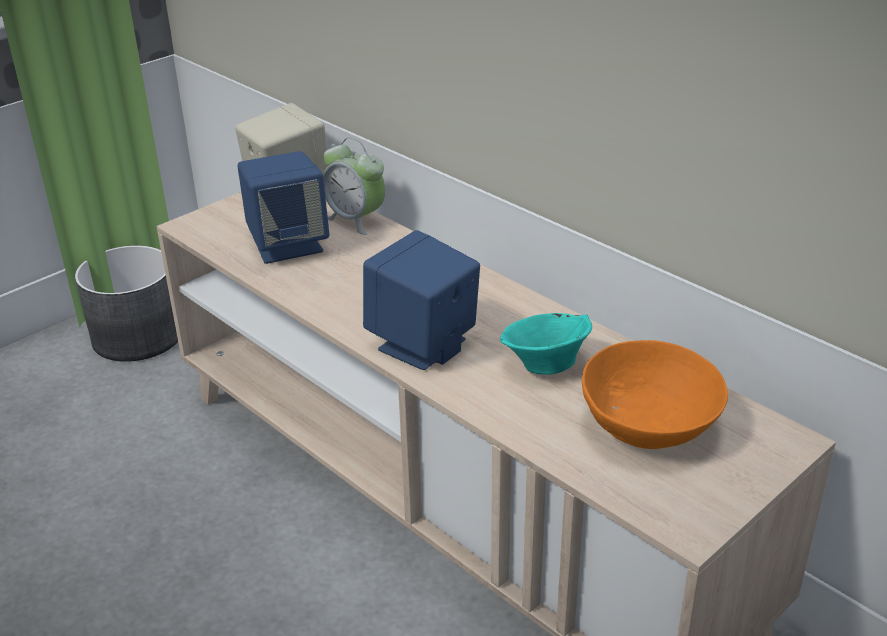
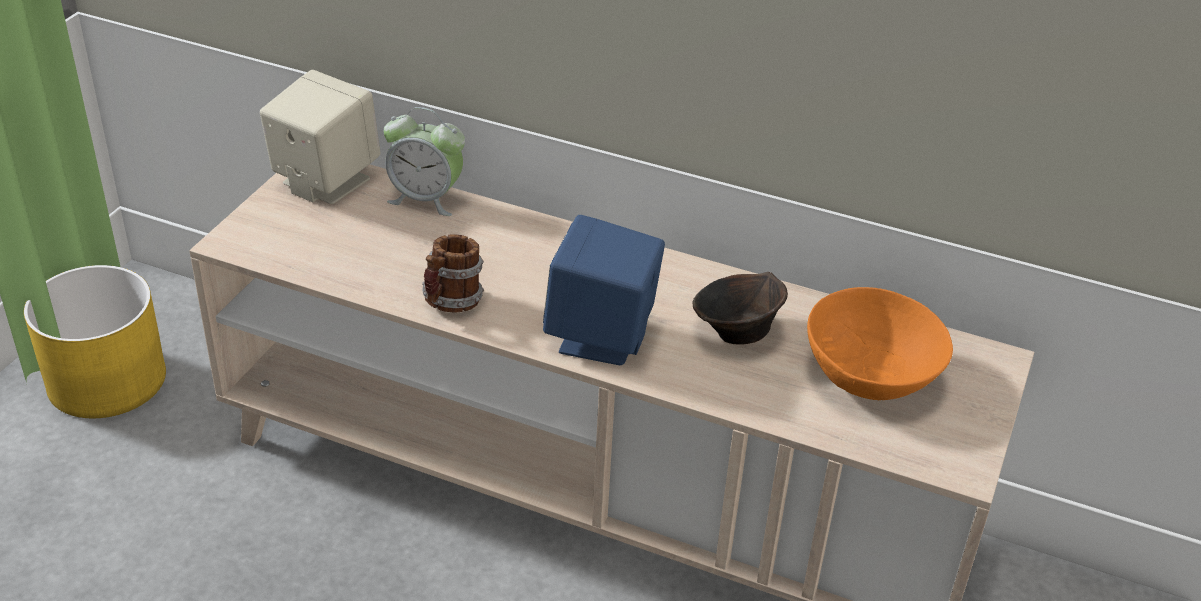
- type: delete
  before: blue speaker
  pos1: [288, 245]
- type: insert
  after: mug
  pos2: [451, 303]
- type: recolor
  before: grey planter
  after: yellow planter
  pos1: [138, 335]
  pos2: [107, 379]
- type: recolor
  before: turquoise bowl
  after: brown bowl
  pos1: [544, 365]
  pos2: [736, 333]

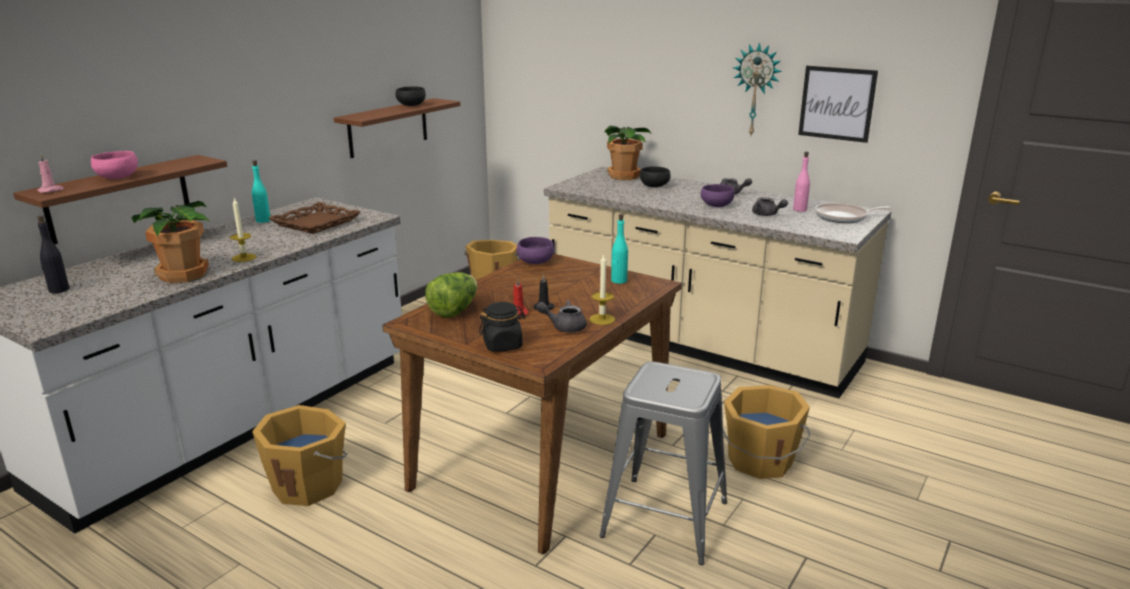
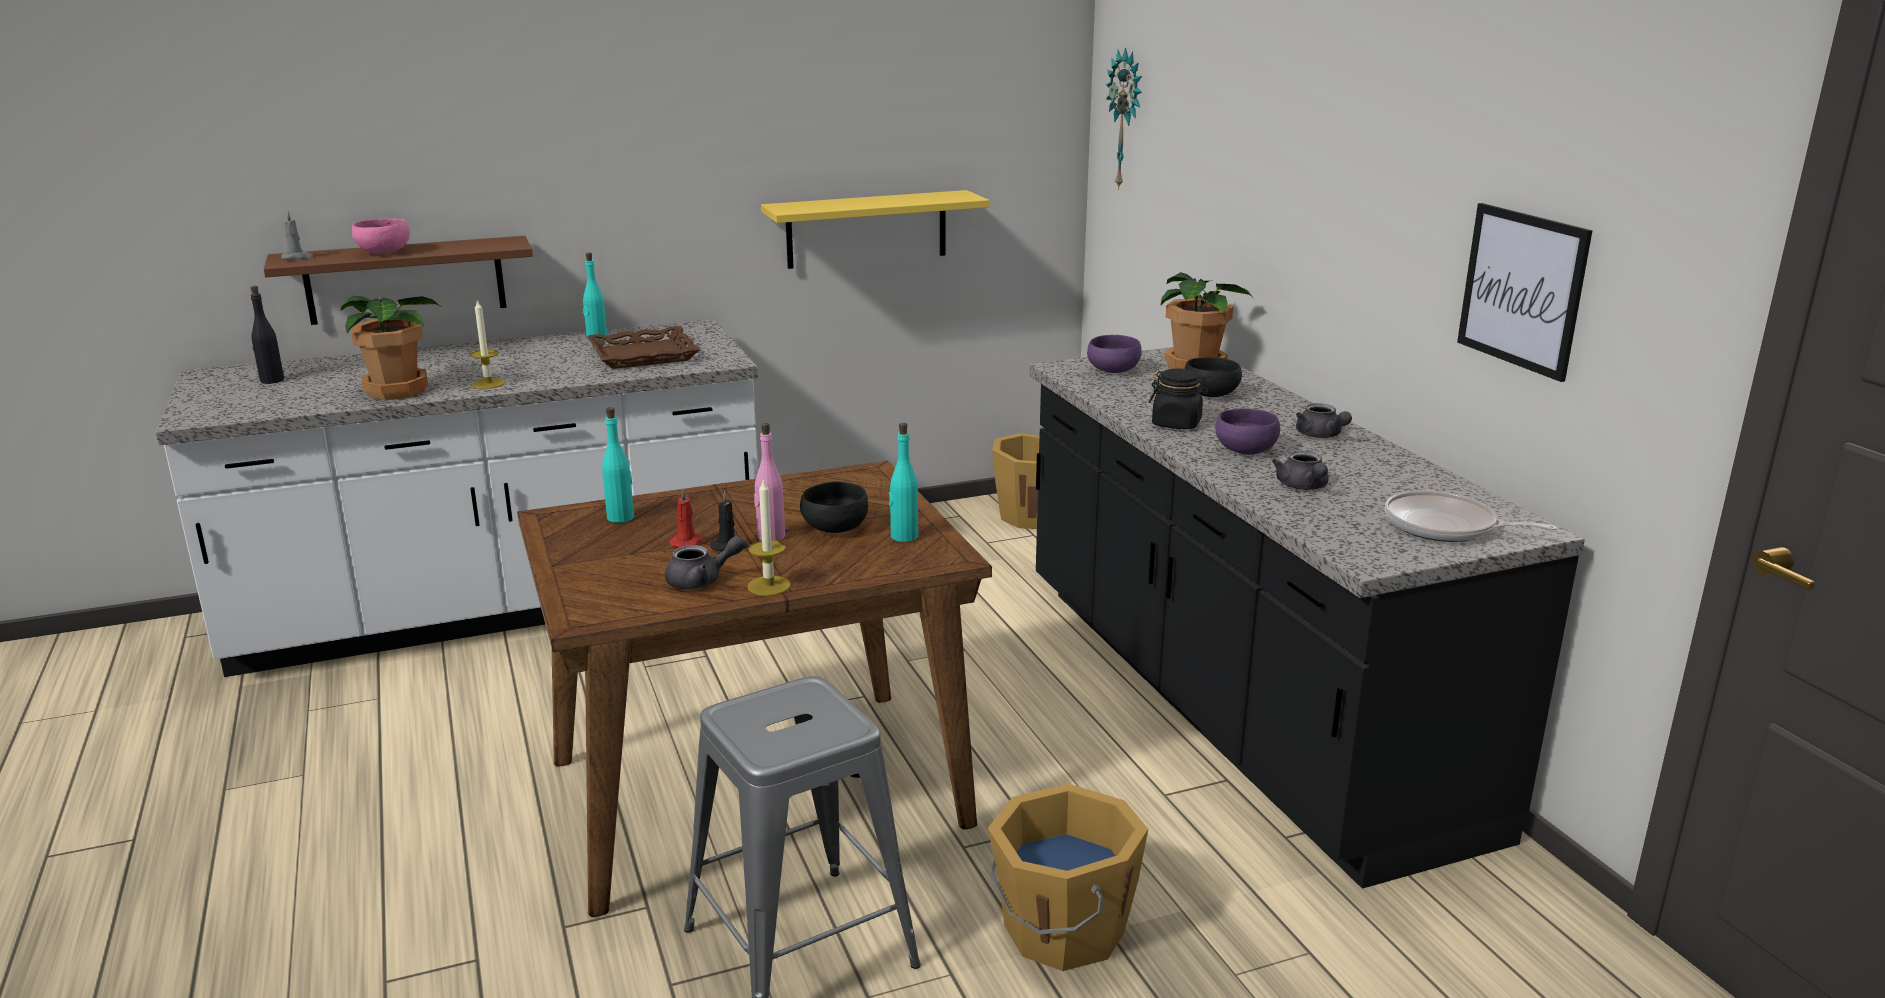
- type: delete
  before: orange bucket
  pos1: [309, 485]
- type: move
  before: black bowl
  pos1: [411, 105]
  pos2: [834, 529]
- type: move
  before: black jar
  pos1: [503, 345]
  pos2: [1177, 424]
- type: move
  before: purple bowl
  pos1: [536, 262]
  pos2: [1113, 371]
- type: move
  before: wall clock
  pos1: [756, 90]
  pos2: [1127, 119]
- type: move
  before: pink bottle
  pos1: [799, 210]
  pos2: [770, 537]
- type: replace
  before: lettuce
  after: turquoise bottle
  pos1: [454, 311]
  pos2: [621, 517]
- type: recolor
  before: pink candle
  after: grey candle
  pos1: [51, 190]
  pos2: [297, 258]
- type: recolor
  before: brown shelf
  after: yellow shelf
  pos1: [388, 127]
  pos2: [867, 229]
- type: recolor
  before: beige counter
  after: black counter
  pos1: [699, 343]
  pos2: [1235, 704]
- type: rotate
  before: grey teapot
  pos1: [564, 327]
  pos2: [702, 581]
  turn: 120

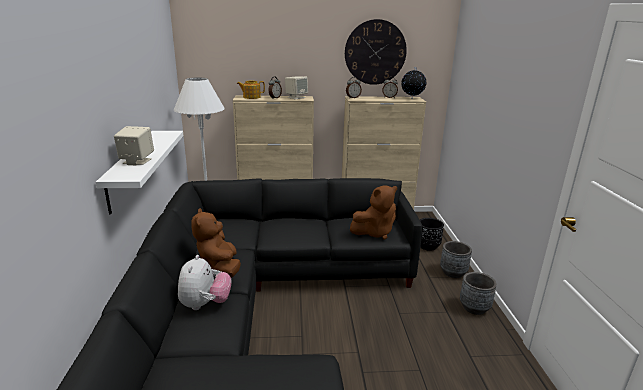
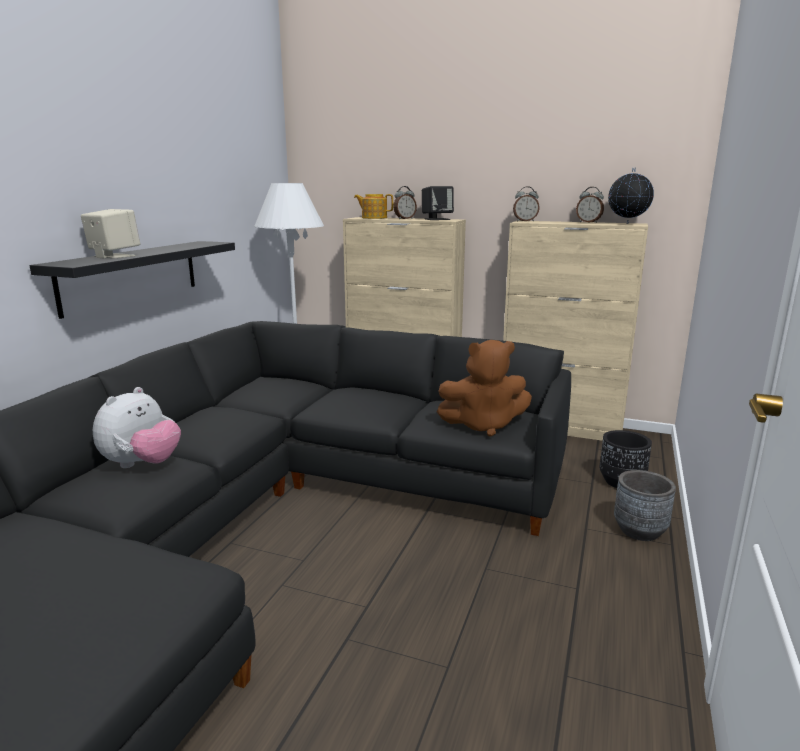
- type: delete
  before: brown plush toy
  pos1: [219, 269]
- type: delete
  before: wall clock
  pos1: [375, 52]
- type: delete
  before: grey planter
  pos1: [474, 307]
- type: recolor
  before: white shelf
  after: black shelf
  pos1: [131, 169]
  pos2: [131, 276]
- type: recolor
  before: beige speaker
  after: black speaker
  pos1: [296, 97]
  pos2: [437, 219]

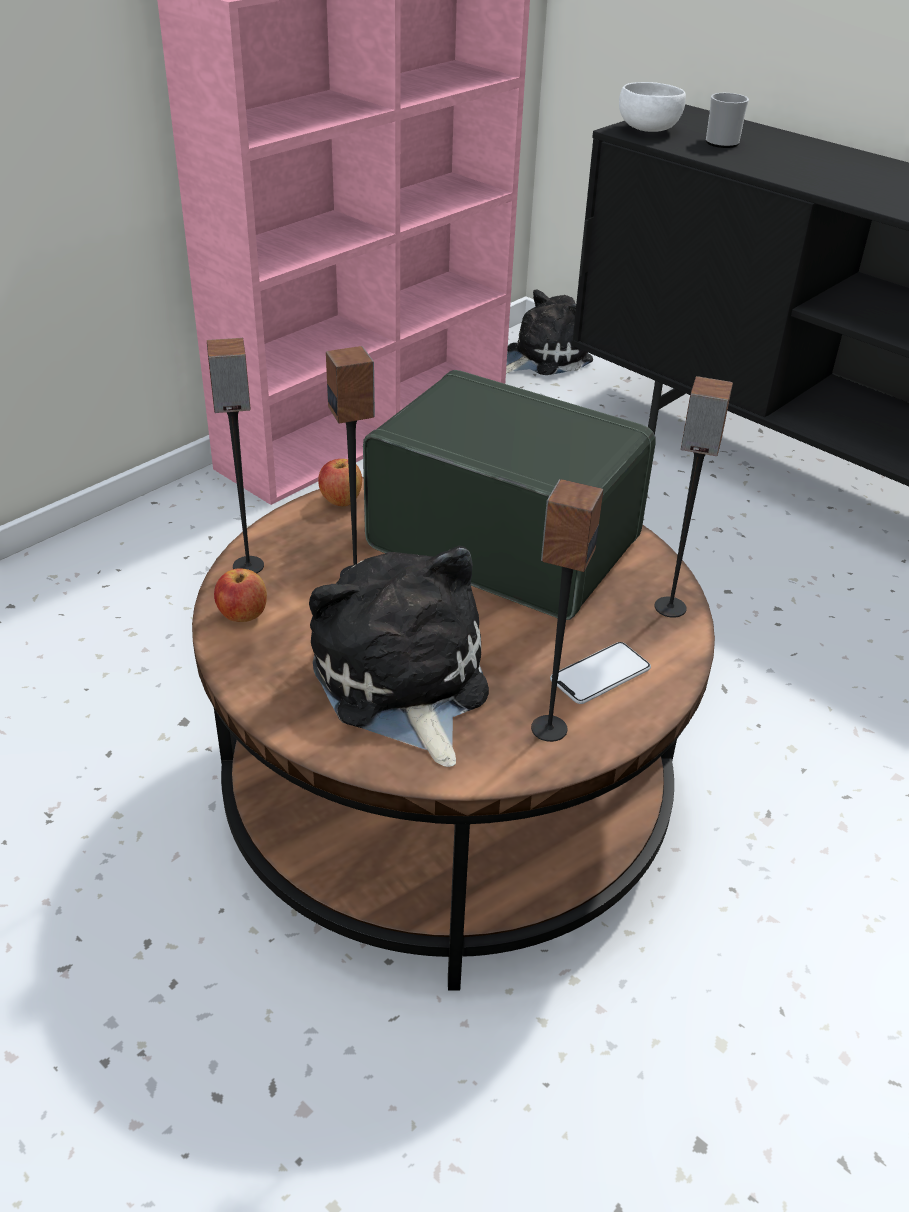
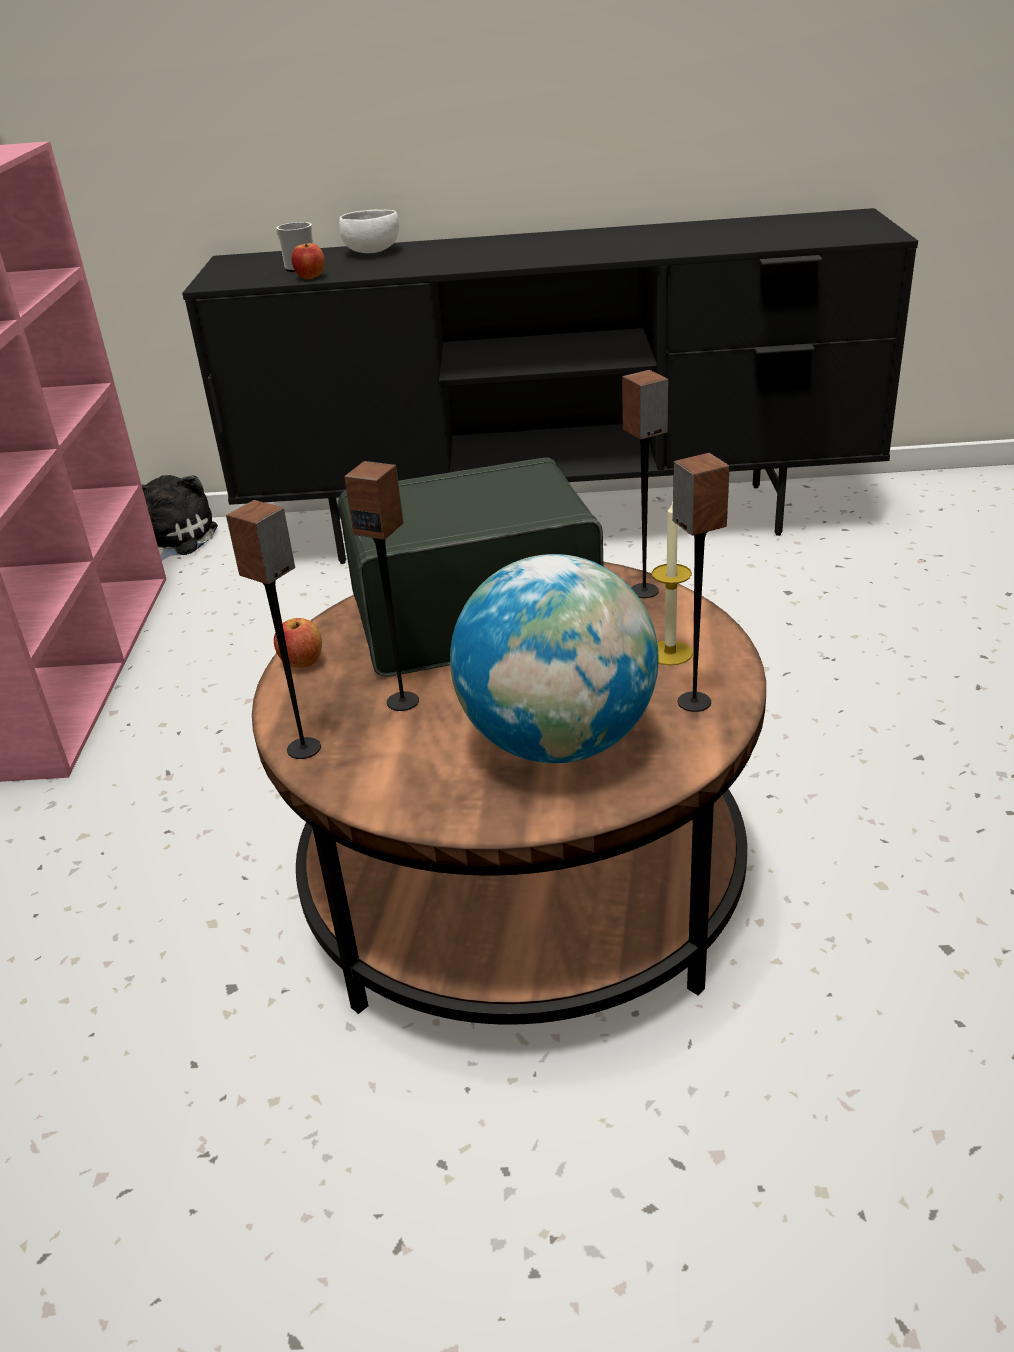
- type: move
  before: apple
  pos1: [242, 616]
  pos2: [311, 277]
- type: move
  before: white bowl
  pos1: [648, 130]
  pos2: [372, 252]
- type: replace
  before: plush toy
  after: globe
  pos1: [402, 683]
  pos2: [558, 742]
- type: replace
  before: phone
  after: candle
  pos1: [600, 674]
  pos2: [670, 653]

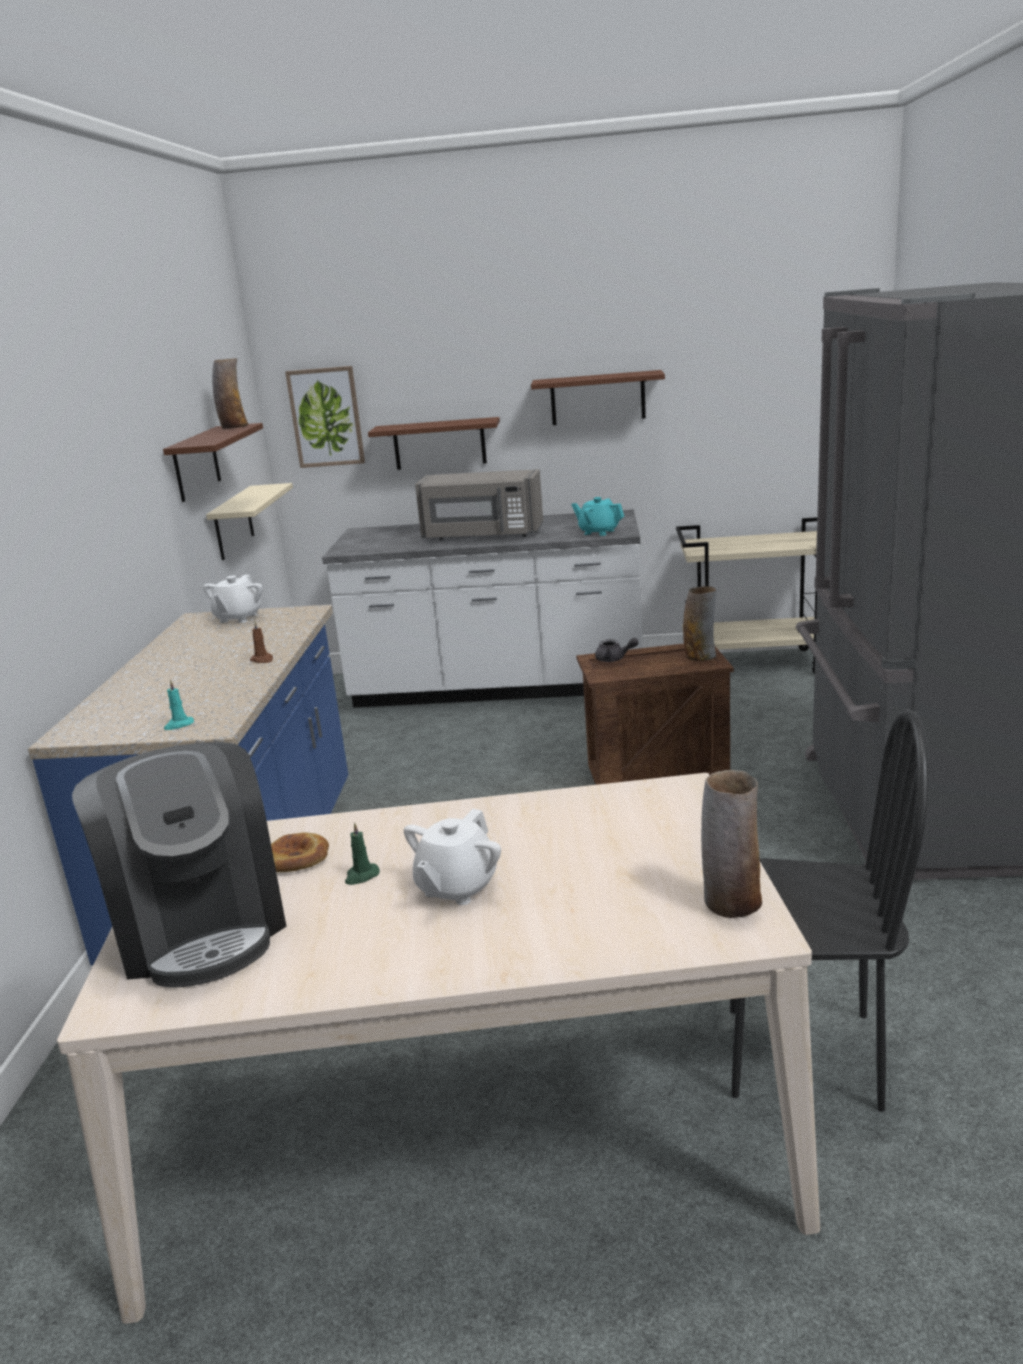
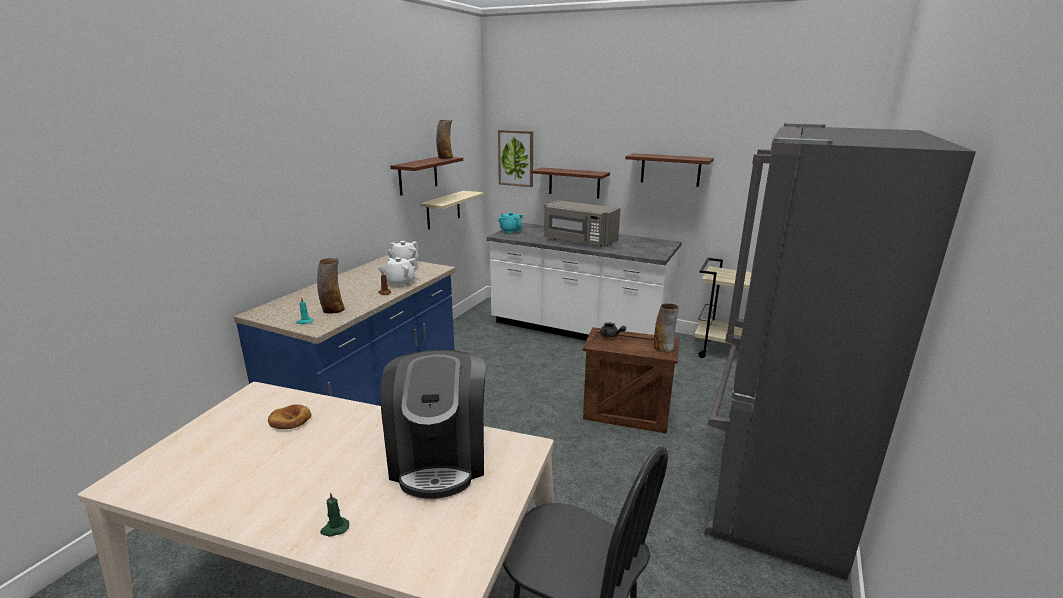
- type: move
  before: coffee machine
  pos1: [200, 927]
  pos2: [439, 458]
- type: move
  before: green candle
  pos1: [361, 876]
  pos2: [334, 528]
- type: move
  before: white teapot
  pos1: [456, 887]
  pos2: [399, 283]
- type: move
  before: turquoise teapot
  pos1: [598, 532]
  pos2: [510, 231]
- type: move
  before: vase
  pos1: [731, 903]
  pos2: [333, 310]

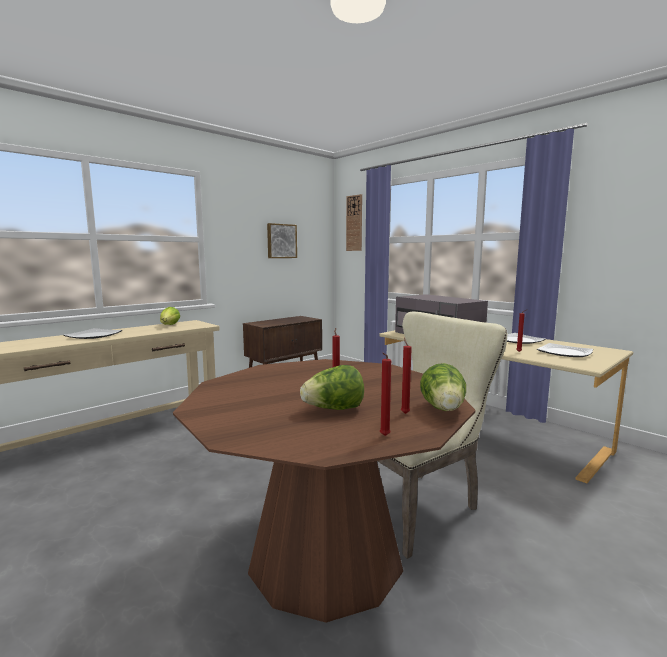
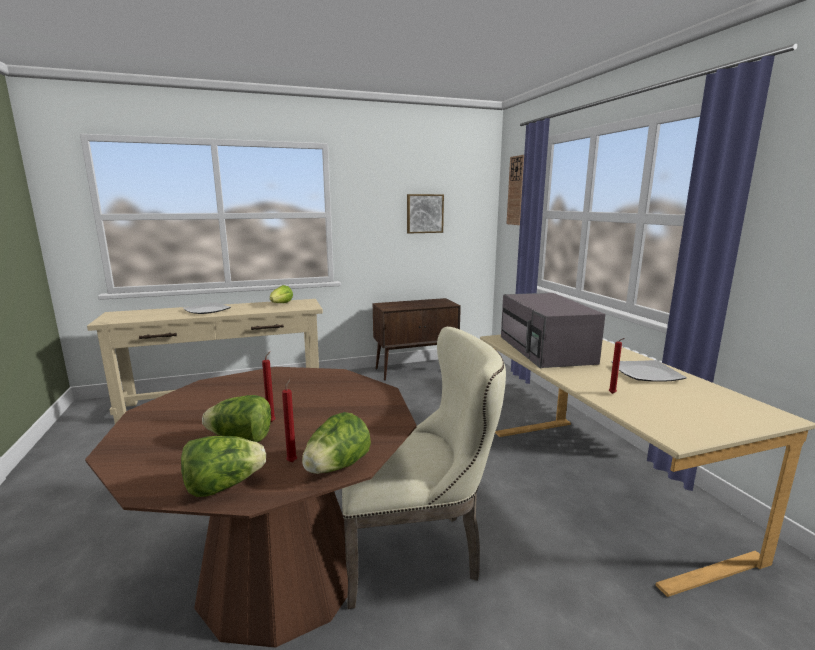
- type: delete
  before: plate
  pos1: [565, 353]
- type: replace
  before: red candle
  after: lettuce
  pos1: [383, 436]
  pos2: [223, 486]

